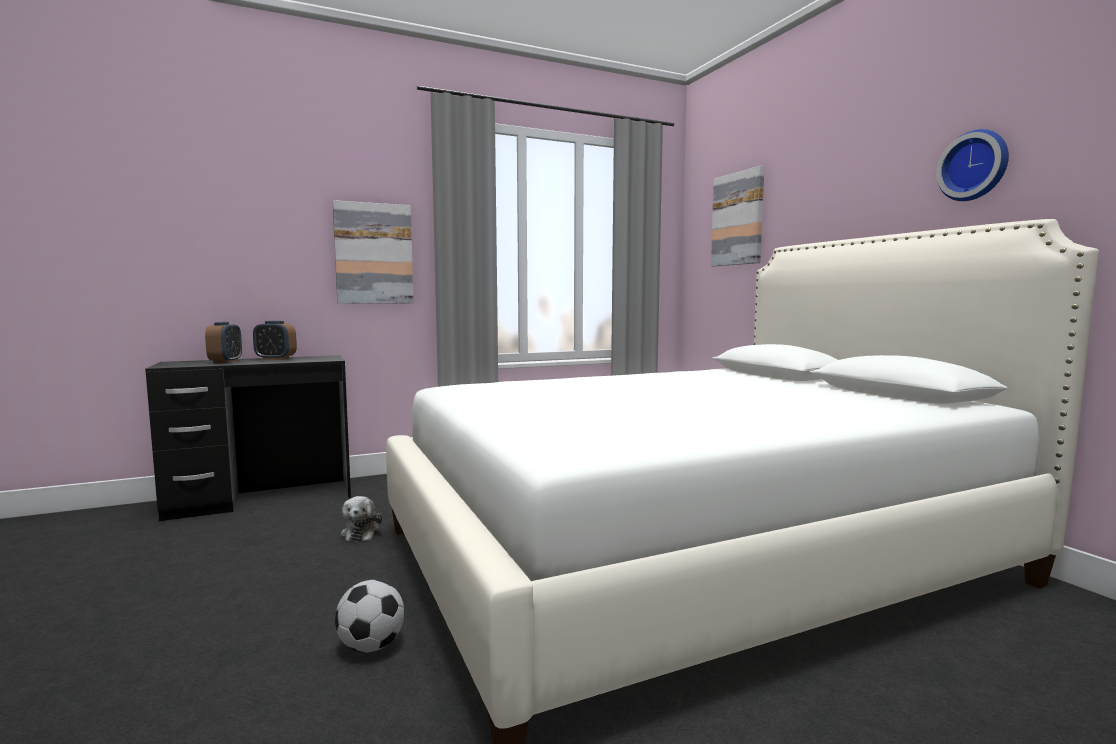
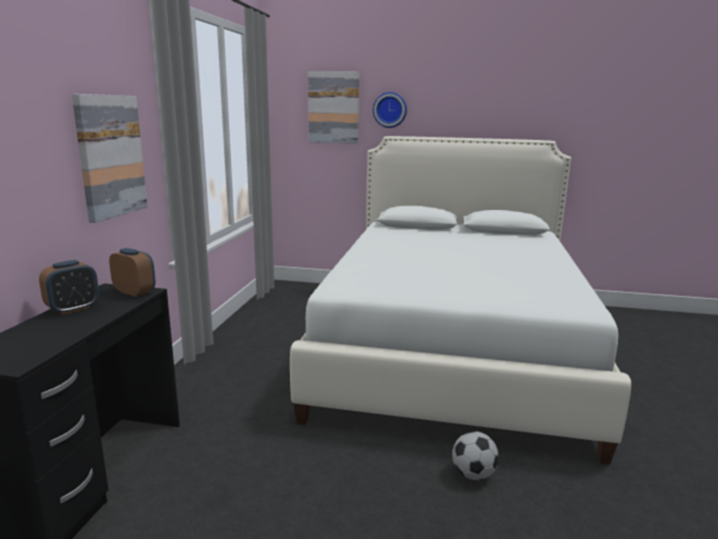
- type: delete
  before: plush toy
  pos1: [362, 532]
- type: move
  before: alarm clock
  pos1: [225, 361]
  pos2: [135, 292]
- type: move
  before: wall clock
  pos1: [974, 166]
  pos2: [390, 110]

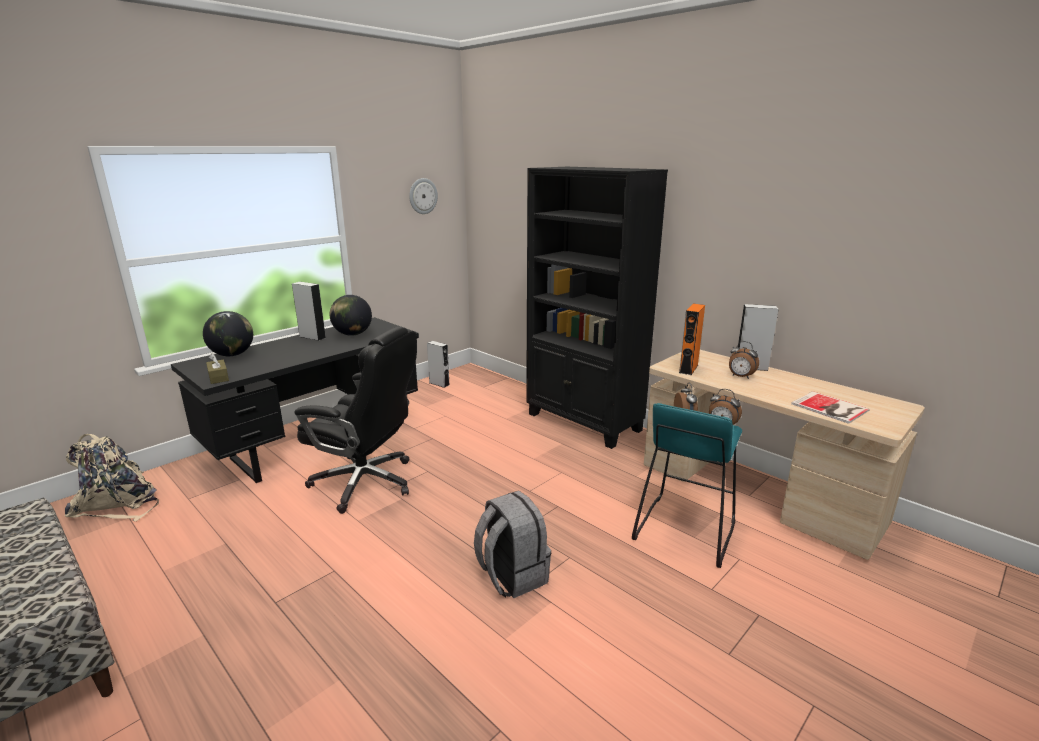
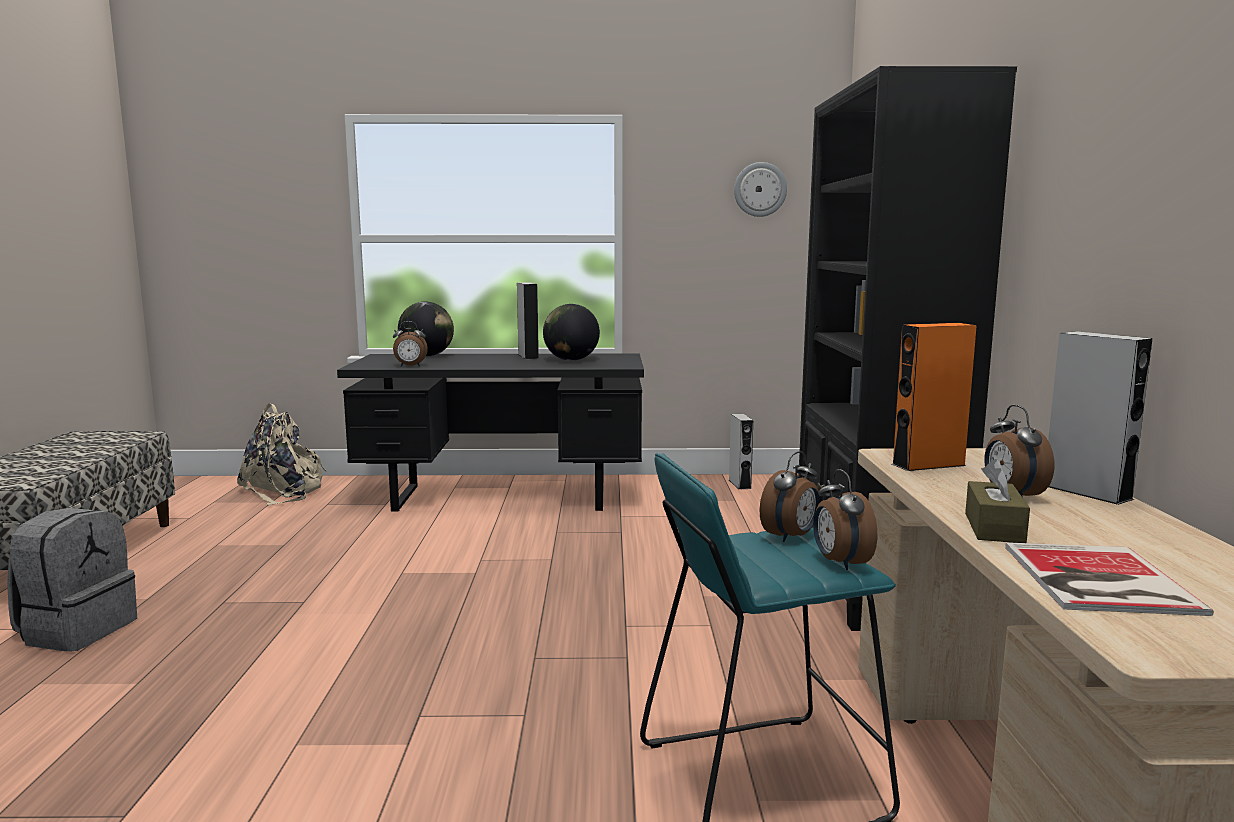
- type: delete
  before: black office chair
  pos1: [366, 482]
- type: insert
  after: alarm clock
  pos2: [410, 366]
- type: move
  before: brown tissue box
  pos1: [218, 377]
  pos2: [994, 528]
- type: move
  before: grey backpack
  pos1: [511, 575]
  pos2: [77, 630]

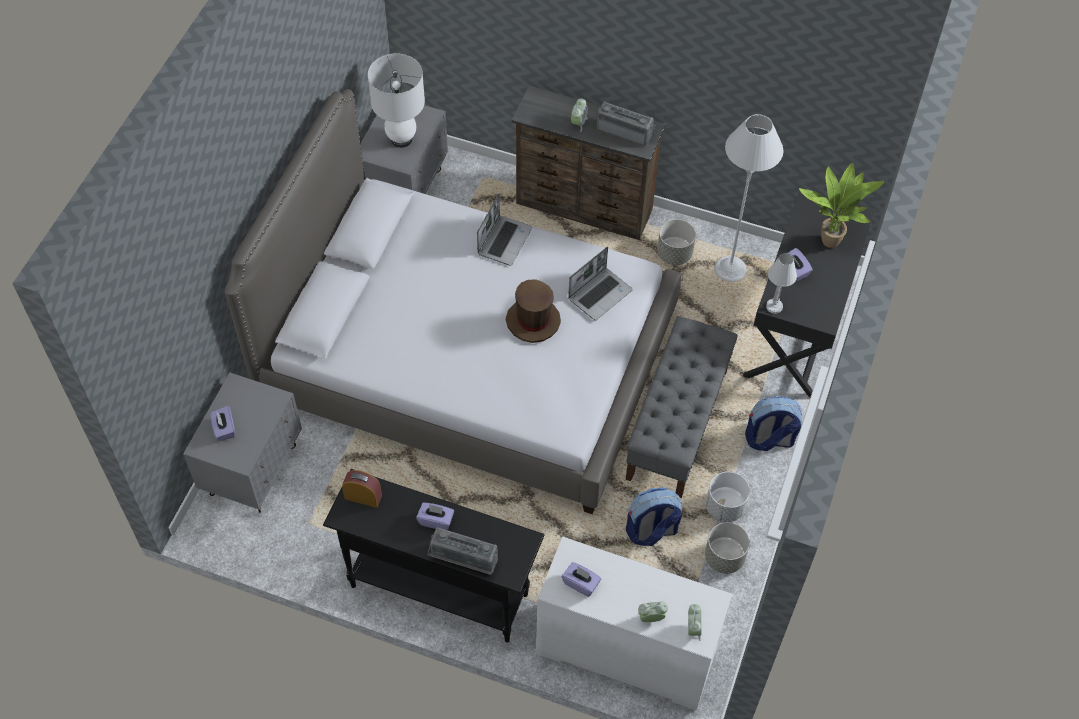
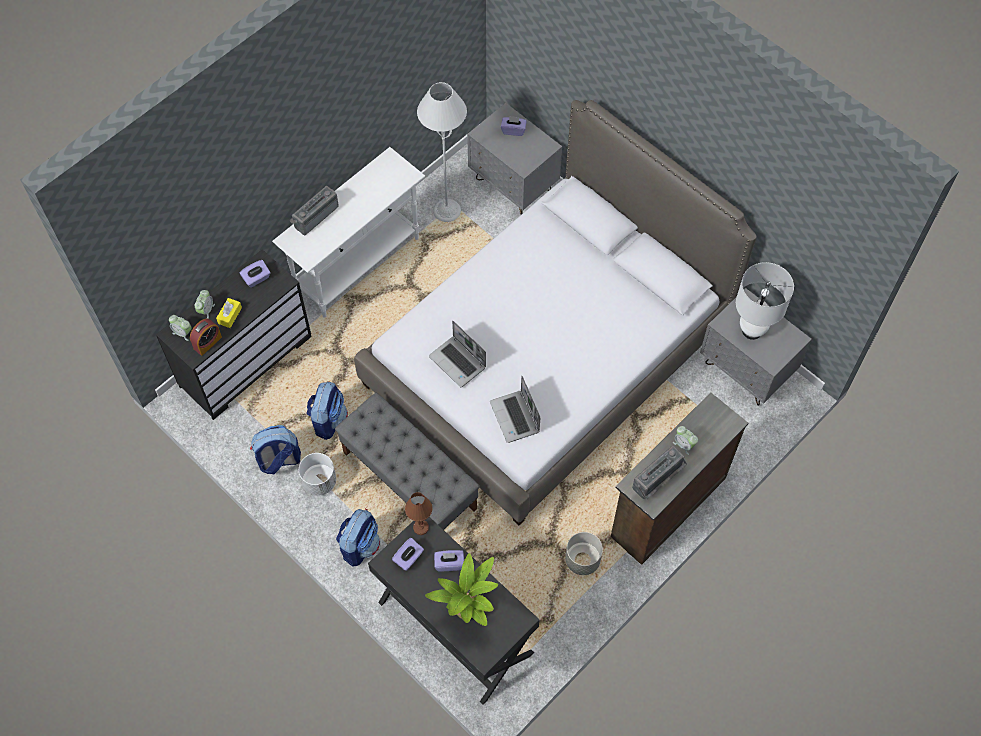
- type: delete
  before: brown hat
  pos1: [533, 321]
- type: insert
  after: yellow tissue box
  pos2: [230, 315]
- type: move
  before: alarm clock
  pos1: [363, 497]
  pos2: [207, 343]
- type: move
  before: purple tissue box
  pos1: [436, 521]
  pos2: [408, 558]
- type: move
  before: laptop
  pos1: [504, 240]
  pos2: [458, 362]
- type: move
  before: grey floor lamp
  pos1: [730, 269]
  pos2: [447, 210]
- type: replace
  before: grey planter
  after: backpack
  pos1: [724, 557]
  pos2: [278, 460]
- type: recolor
  before: black console table
  after: white console table
  pos1: [438, 589]
  pos2: [358, 265]
- type: recolor
  before: white dresser
  after: black dresser
  pos1: [625, 653]
  pos2: [245, 361]
- type: recolor
  before: white table lamp
  after: brown table lamp
  pos1: [774, 307]
  pos2: [421, 527]

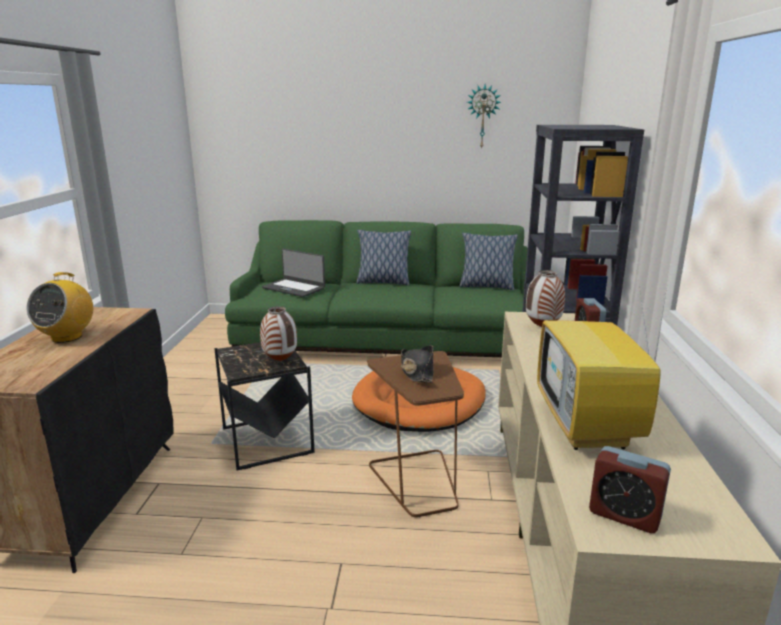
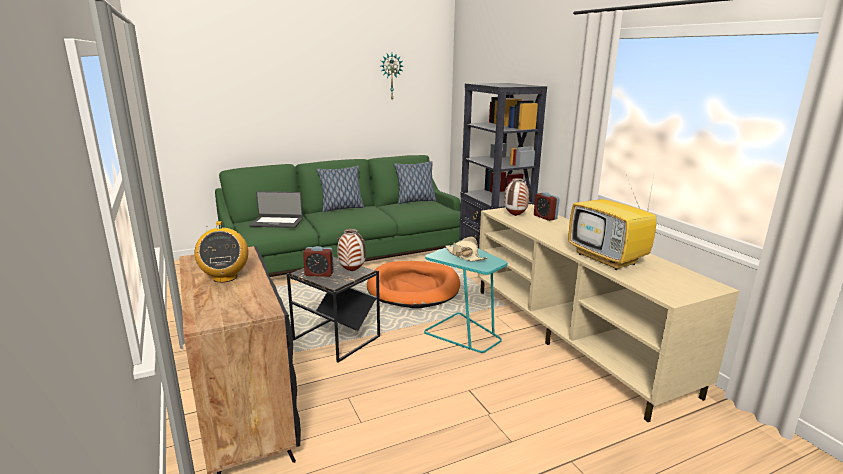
- type: move
  before: alarm clock
  pos1: [624, 515]
  pos2: [319, 274]
- type: recolor
  before: brown side table
  after: turquoise side table
  pos1: [418, 481]
  pos2: [464, 333]
- type: recolor
  before: black hat
  after: beige hat
  pos1: [417, 371]
  pos2: [465, 256]

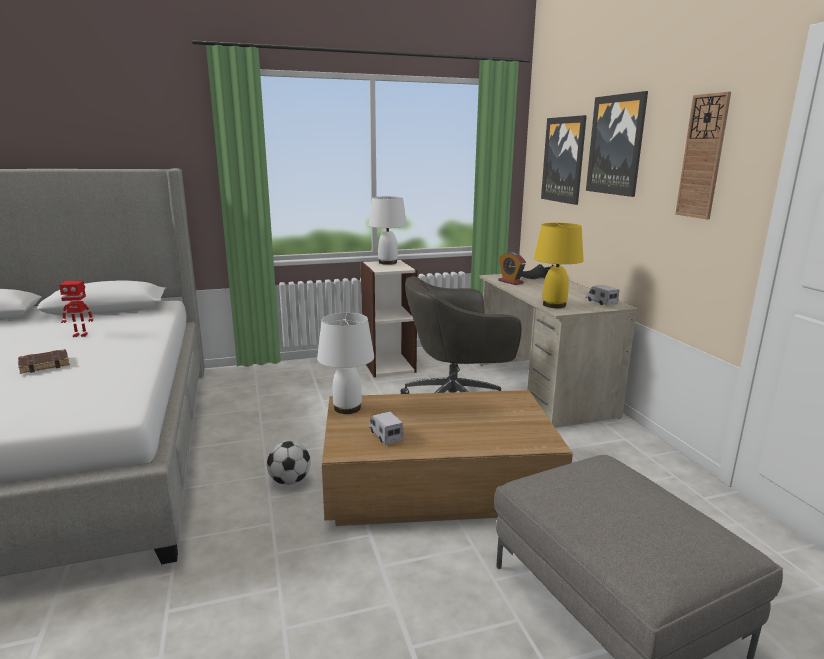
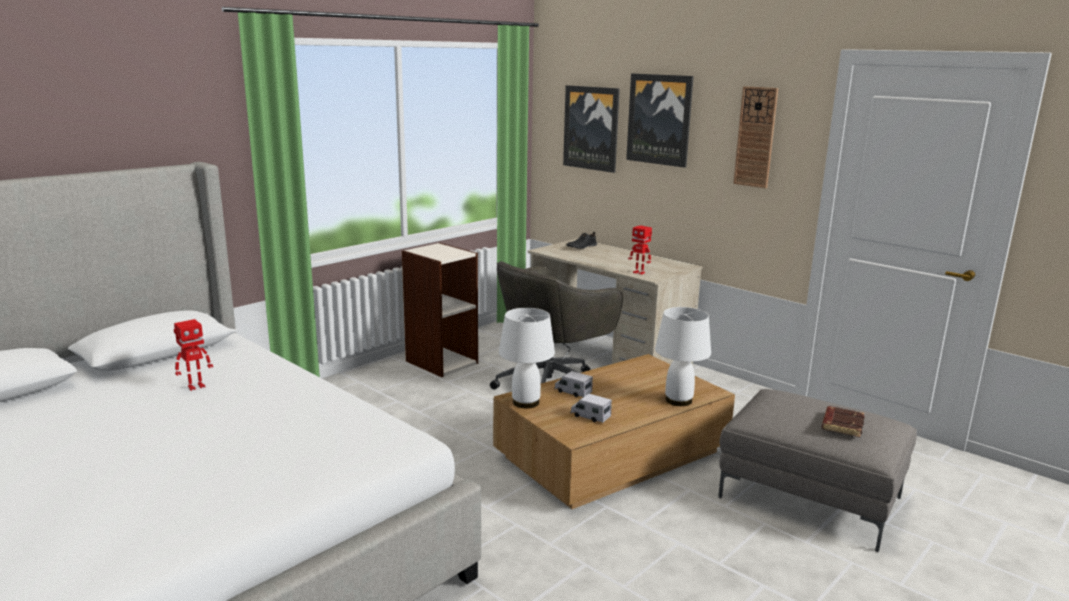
- type: delete
  before: football
  pos1: [290, 481]
- type: delete
  before: alarm clock
  pos1: [510, 282]
- type: move
  before: brown book
  pos1: [45, 364]
  pos2: [841, 425]
- type: move
  before: white table lamp
  pos1: [387, 262]
  pos2: [679, 401]
- type: move
  before: toy truck
  pos1: [601, 302]
  pos2: [573, 392]
- type: replace
  before: yellow table lamp
  after: toy robot
  pos1: [555, 305]
  pos2: [639, 272]

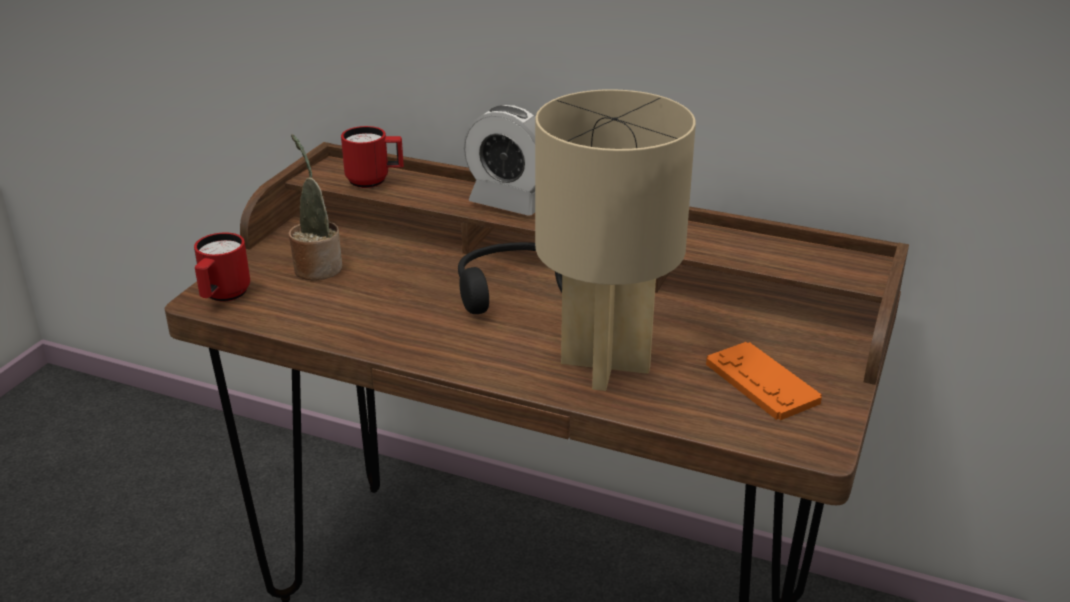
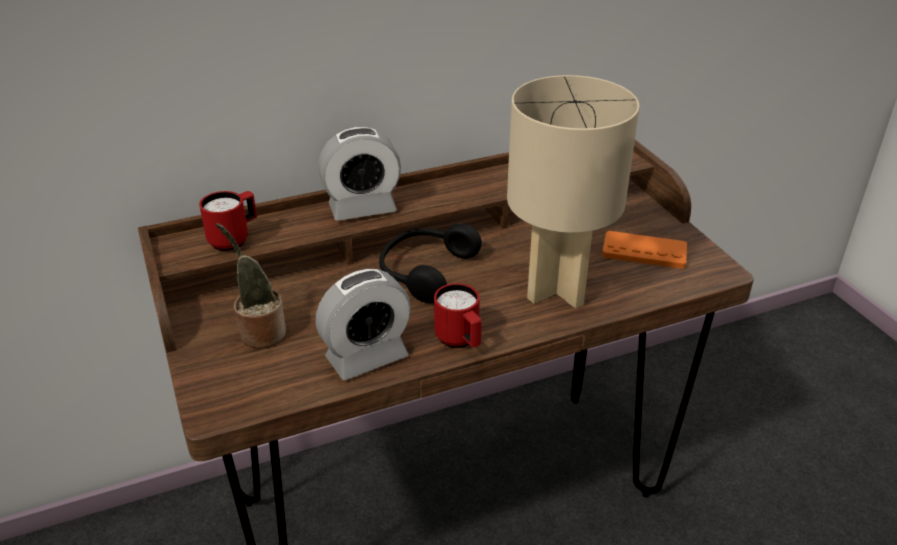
- type: insert
  after: alarm clock
  pos2: [367, 357]
- type: move
  before: red mug
  pos1: [223, 296]
  pos2: [460, 341]

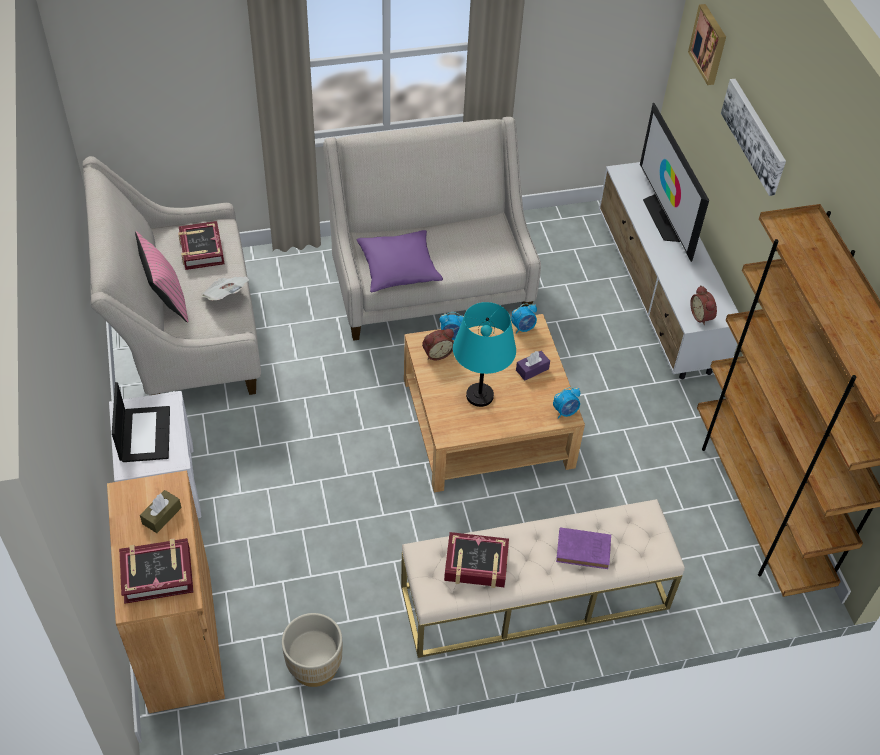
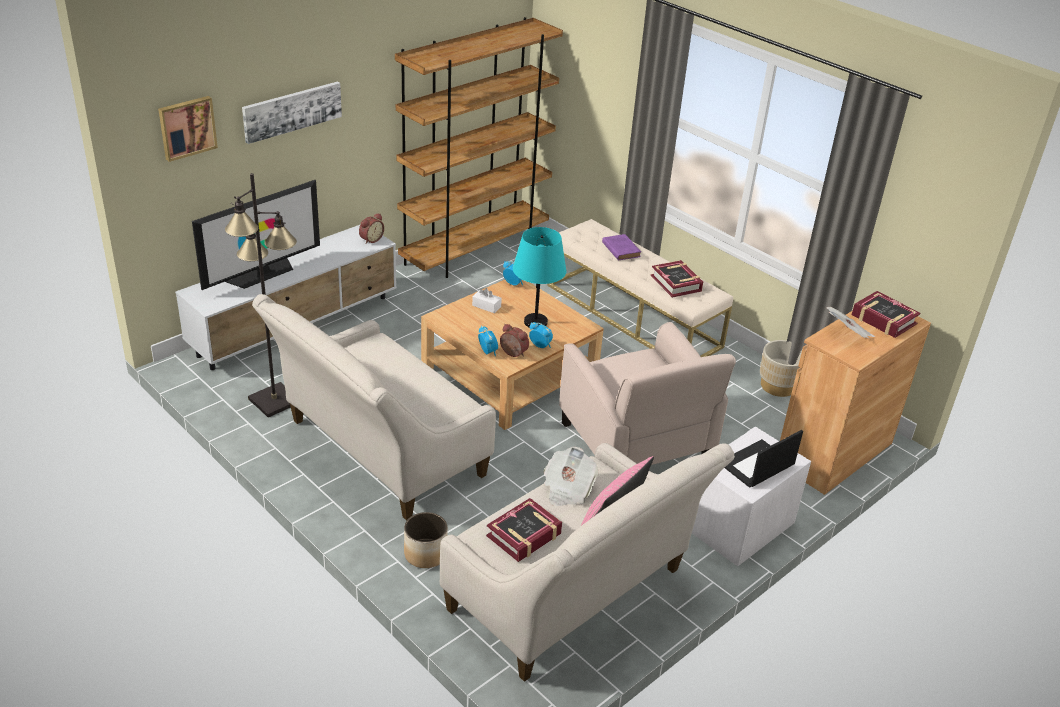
- type: delete
  before: purple pillow
  pos1: [398, 269]
- type: insert
  after: black floor lamp
  pos2: [273, 401]
- type: insert
  after: planter
  pos2: [425, 554]
- type: insert
  after: beige armchair
  pos2: [635, 444]
- type: move
  before: alarm clock
  pos1: [523, 328]
  pos2: [540, 346]
- type: replace
  before: brown tissue box
  after: newspaper
  pos1: [162, 515]
  pos2: [848, 335]
- type: recolor
  before: purple tissue box
  after: white tissue box
  pos1: [532, 369]
  pos2: [486, 306]

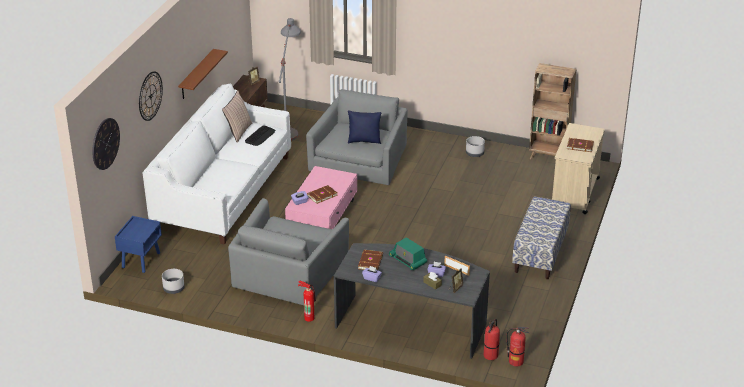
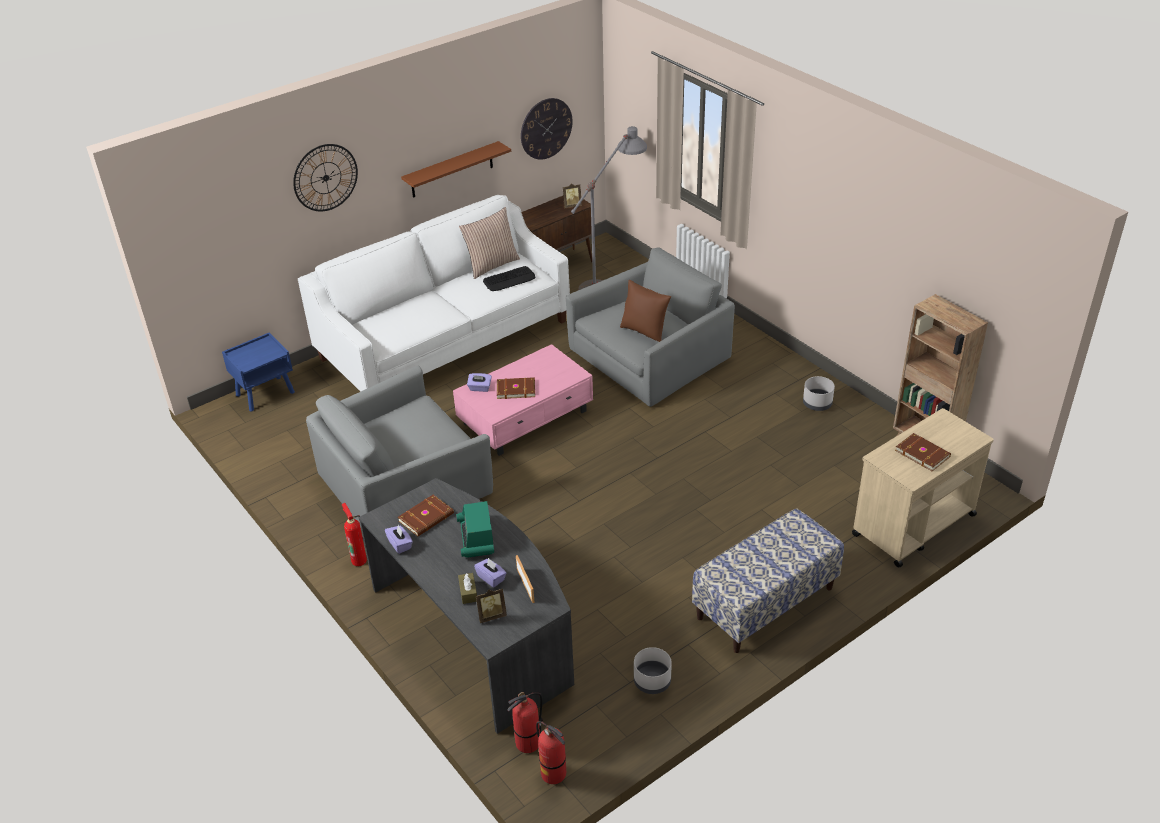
- type: move
  before: wall clock
  pos1: [105, 143]
  pos2: [546, 128]
- type: move
  before: grey planter
  pos1: [173, 288]
  pos2: [651, 681]
- type: recolor
  before: blue pillow
  after: brown pillow
  pos1: [364, 141]
  pos2: [644, 331]

